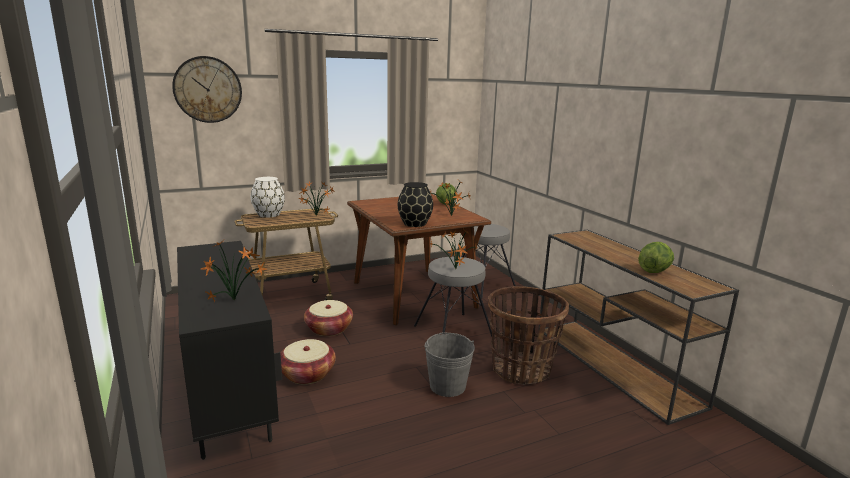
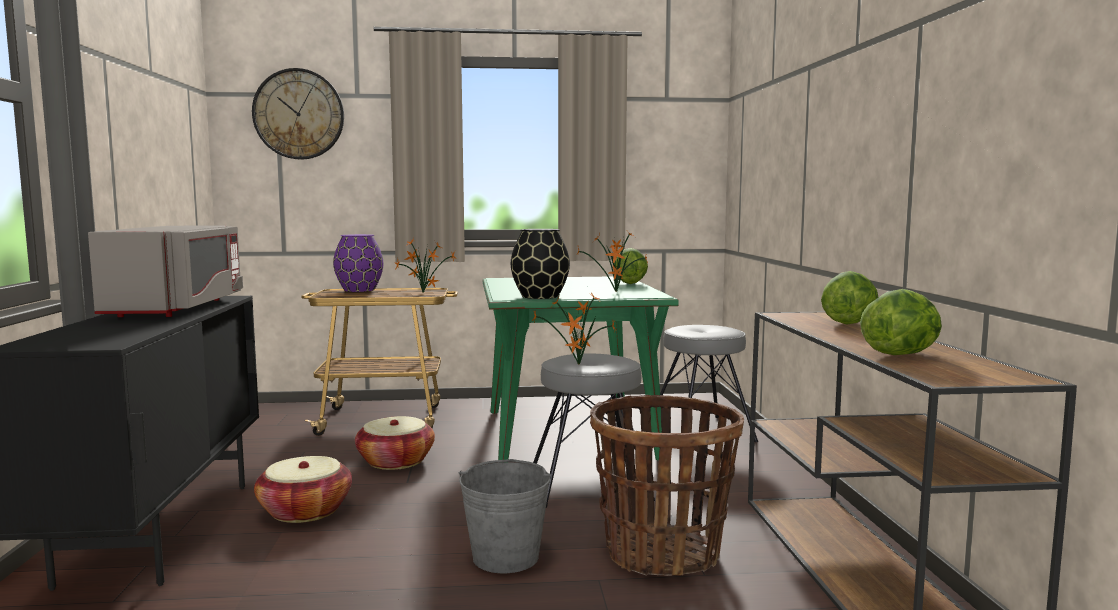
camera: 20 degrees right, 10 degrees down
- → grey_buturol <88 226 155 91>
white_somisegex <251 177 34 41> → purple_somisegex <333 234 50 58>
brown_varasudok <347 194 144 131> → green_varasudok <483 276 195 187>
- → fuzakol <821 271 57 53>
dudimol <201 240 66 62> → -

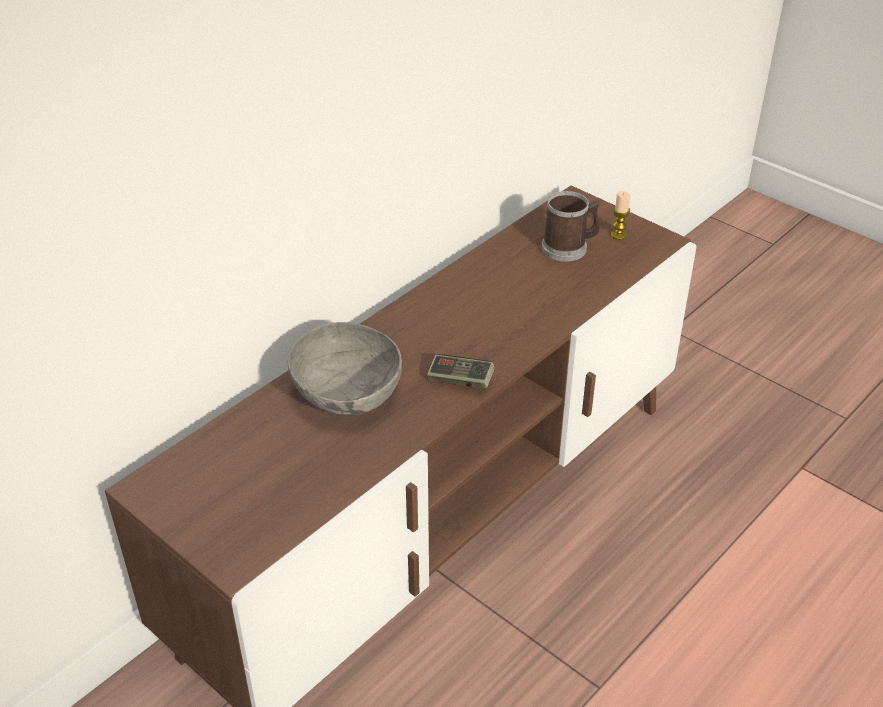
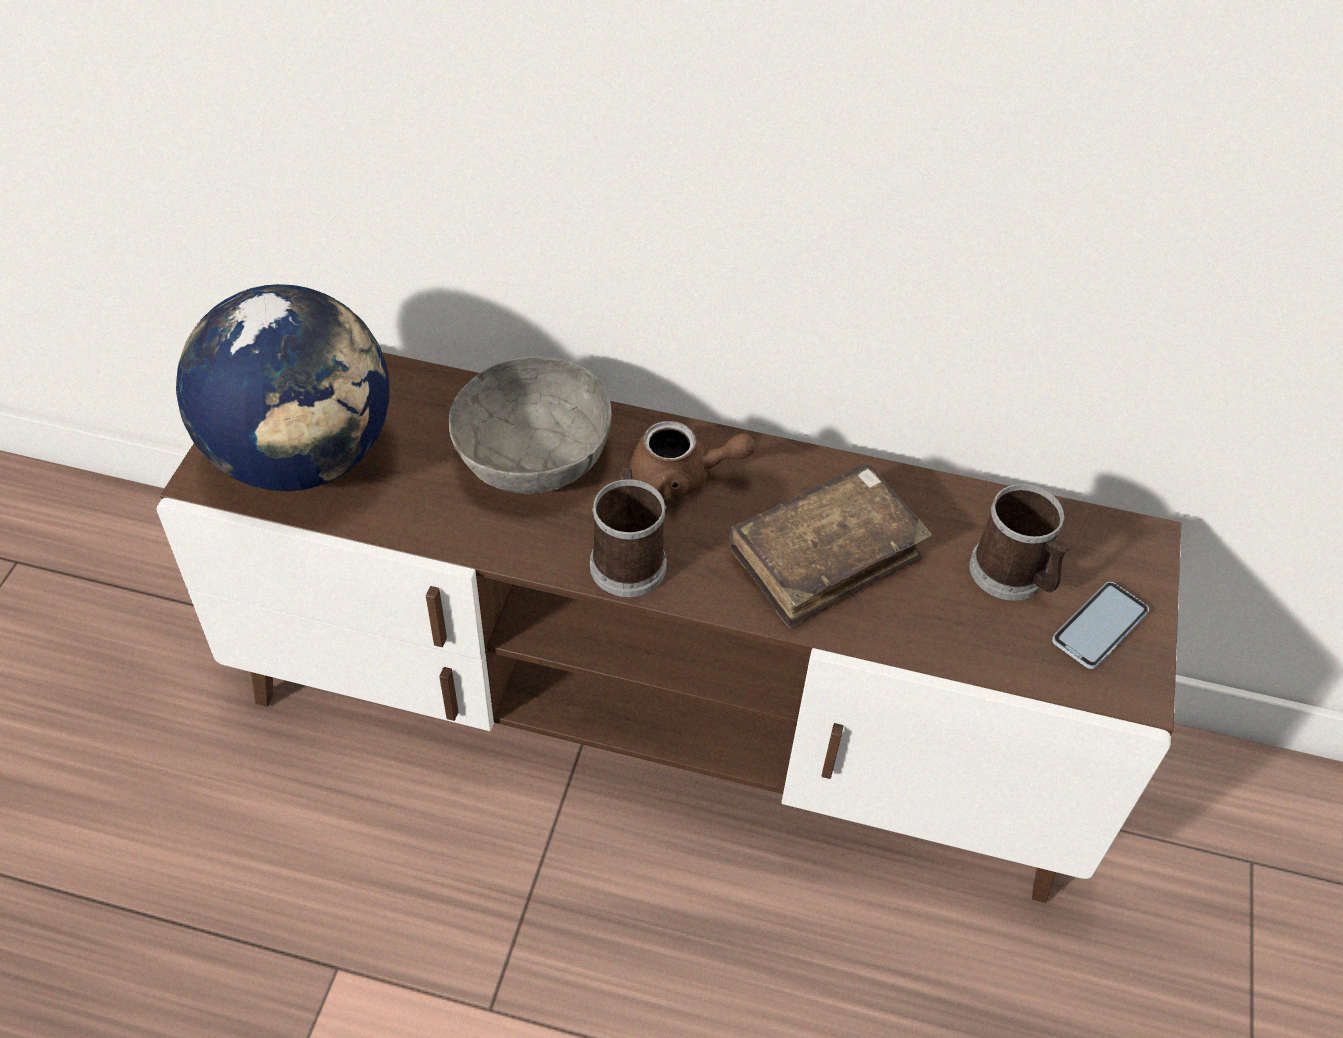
camera: 60 degrees right, 10 degrees up
- → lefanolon <176 284 214 207>
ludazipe <427 354 68 35> → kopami <590 467 77 130>
- → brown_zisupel <628 421 127 79>
- → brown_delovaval <730 464 202 164>
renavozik <610 191 20 49> → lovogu <1052 582 97 87>

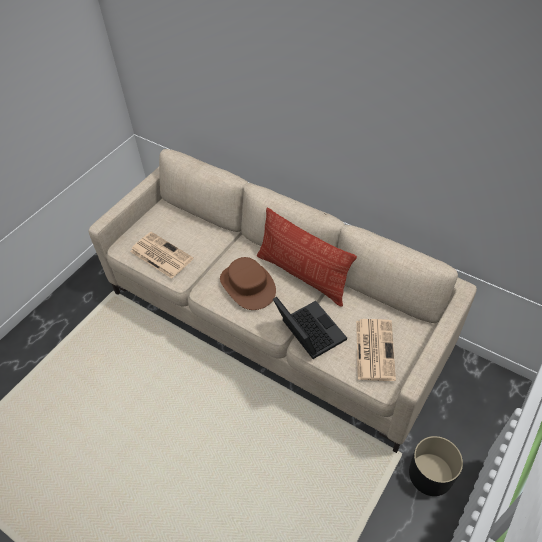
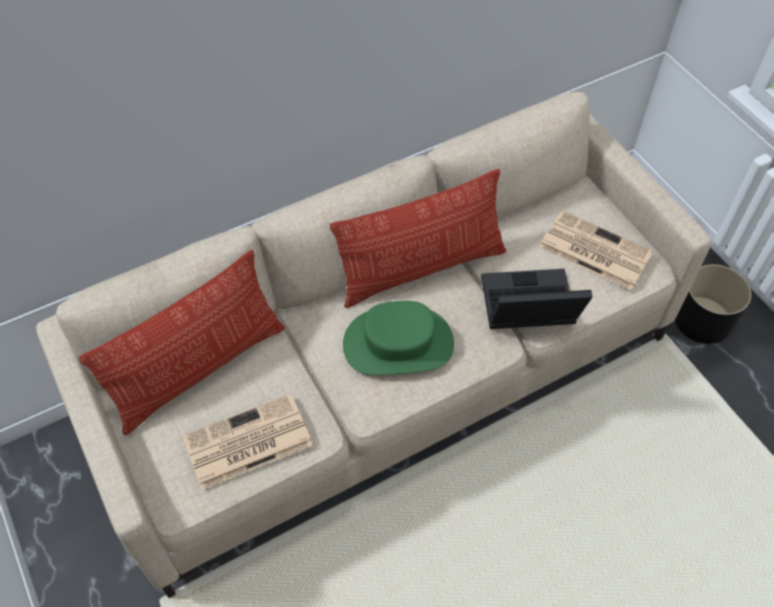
camera: 65 degrees left, 5 degrees up
- → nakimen <79 250 206 185>
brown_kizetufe <220 257 56 53> → green_kizetufe <343 301 111 74>

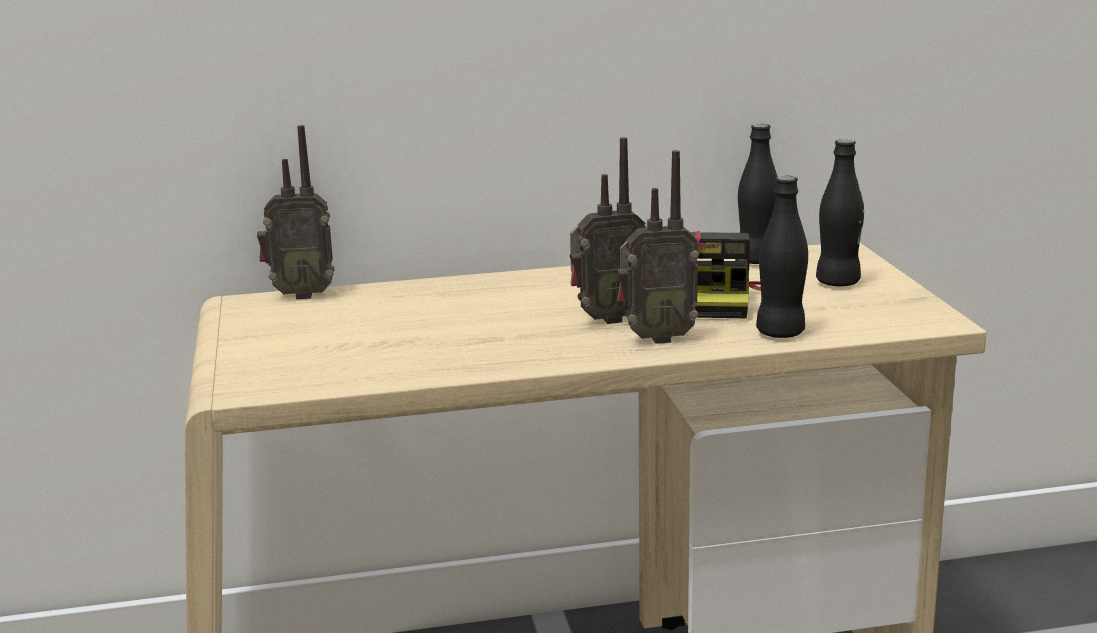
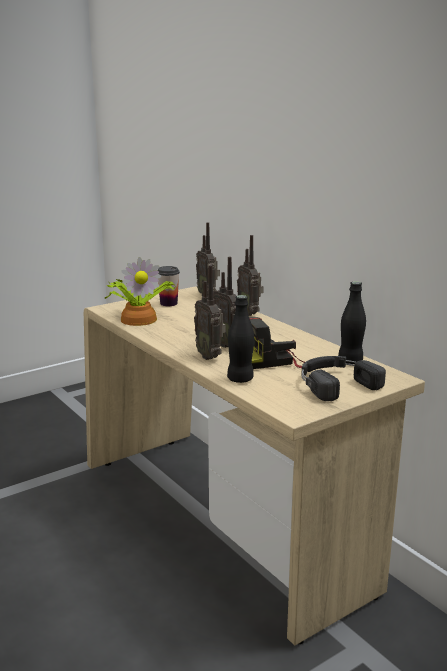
camera: 65 degrees right, 0 degrees up
- → dudimol <105 257 71 69>
- → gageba <157 266 23 40>
- → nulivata <237 235 27 81>
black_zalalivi <816 139 48 147> → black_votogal <301 356 85 45>

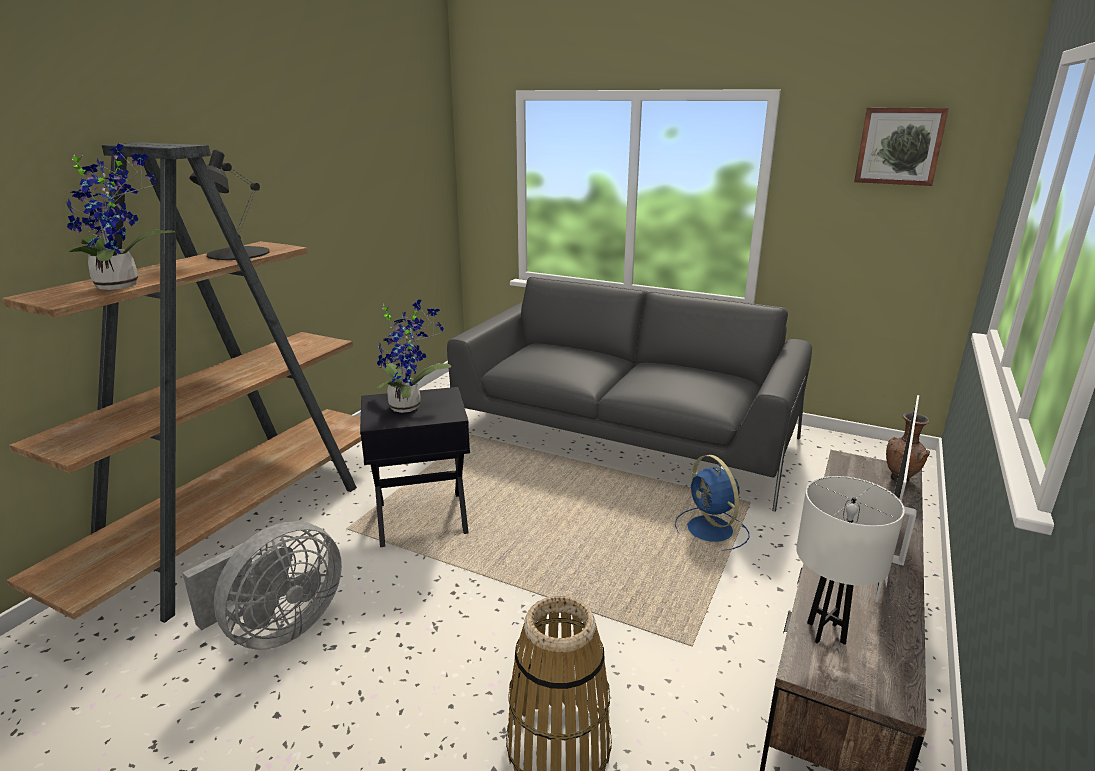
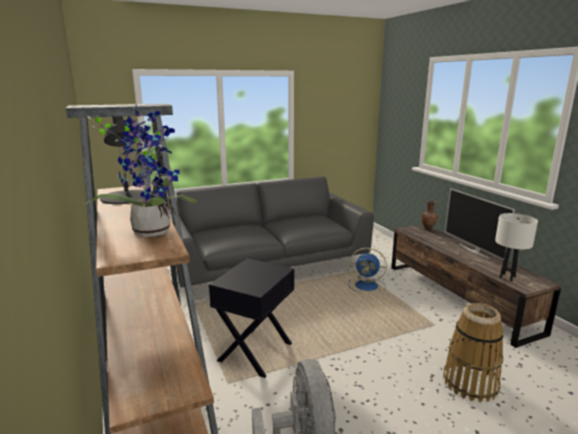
camera: 50 degrees left, 5 degrees down
dudimol <376 299 75 114> → -
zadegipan <854 108 95 78> → -

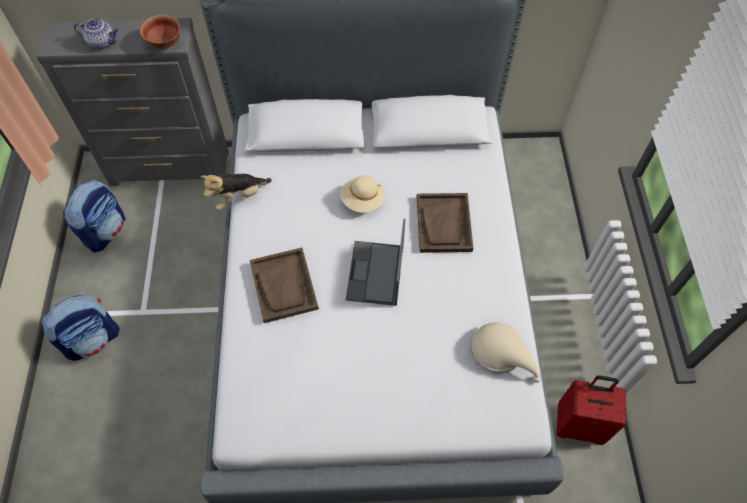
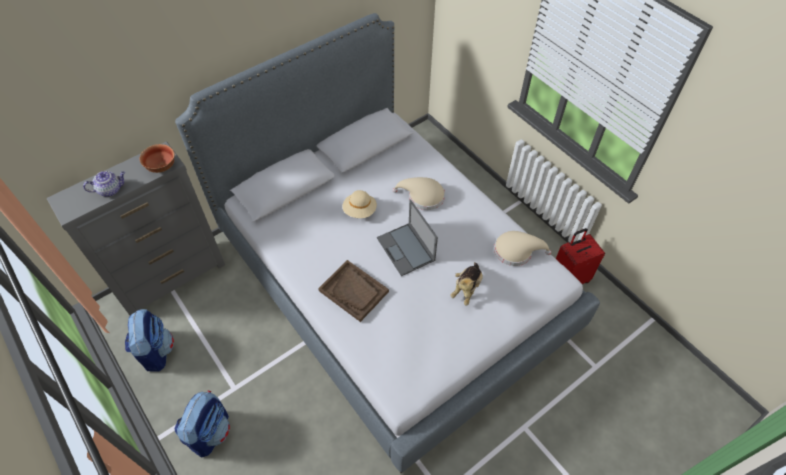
camera: 35 degrees left, 5 degrees down
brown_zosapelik <416 193 57 60> → beige_kizetufe <392 177 53 33>
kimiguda <200 174 72 36> → kimiguda <451 262 32 44>, shifted

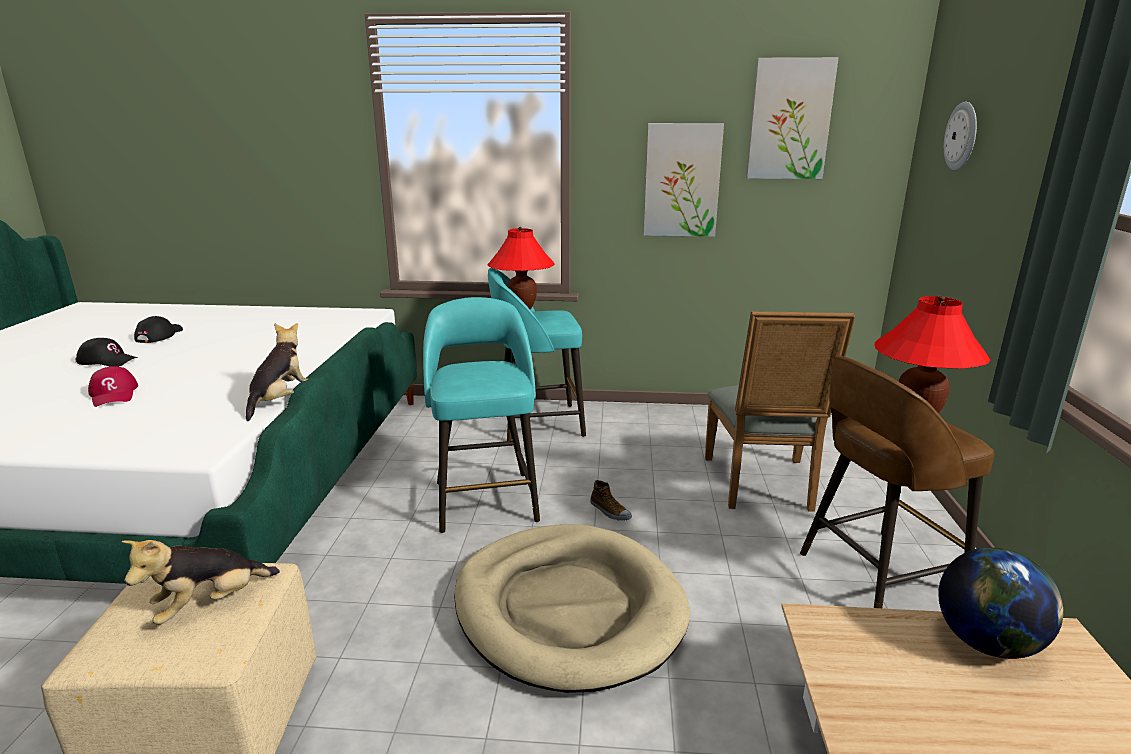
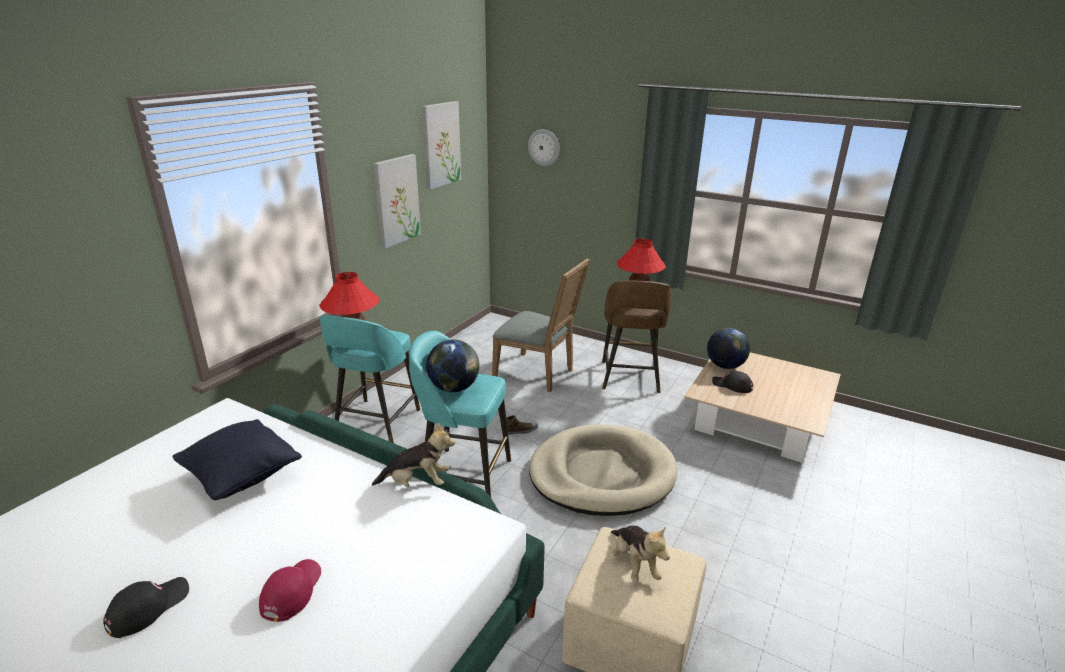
camera: 65 degrees left, 5 degrees up
- → black_nakimen <172 419 130 81>
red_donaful <88 366 50 41> → red_donaful <259 559 62 63>, 75 degrees counterclockwise
kimiguda <246 323 62 98> → kimiguda <372 422 83 65>, 135 degrees clockwise
- → lefanolon <426 339 54 53>
black_donaful <134 316 49 27> → black_donaful <712 371 42 22>, shifted

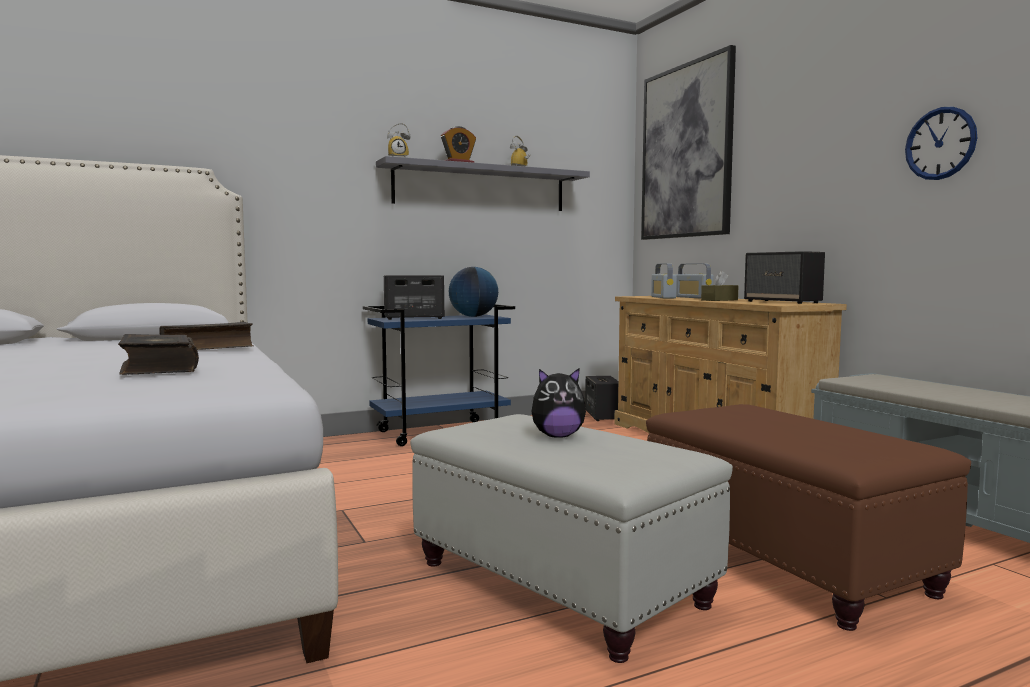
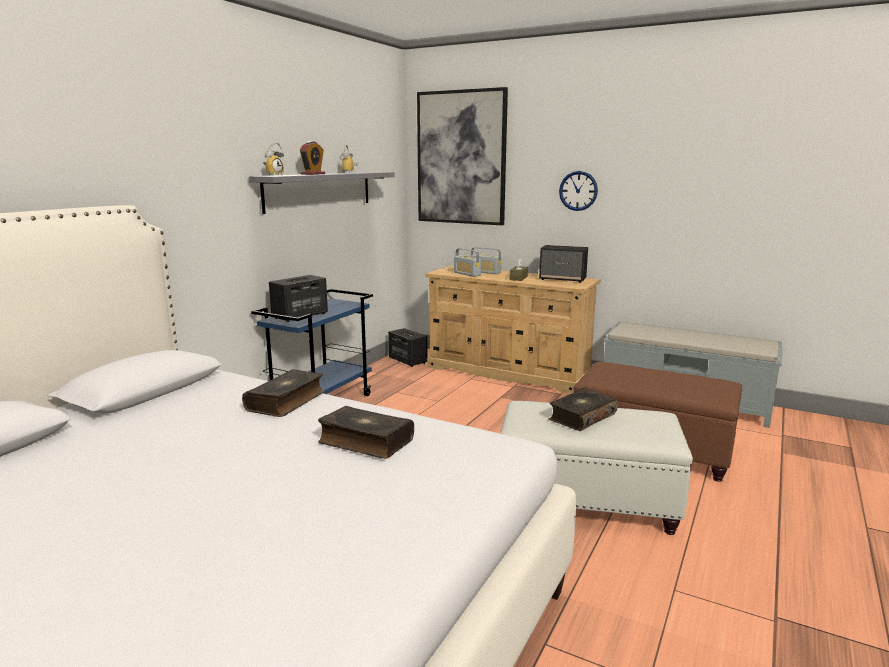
camera: 35 degrees left, 10 degrees up
kimiguda <532 368 54 70> → delovaval <549 387 69 44>
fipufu <905 107 72 73> → fipufu <559 171 39 40>, shifted
lefanolon <449 267 49 50> → -

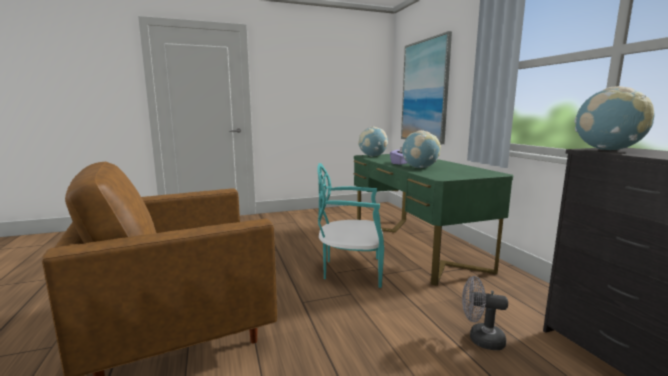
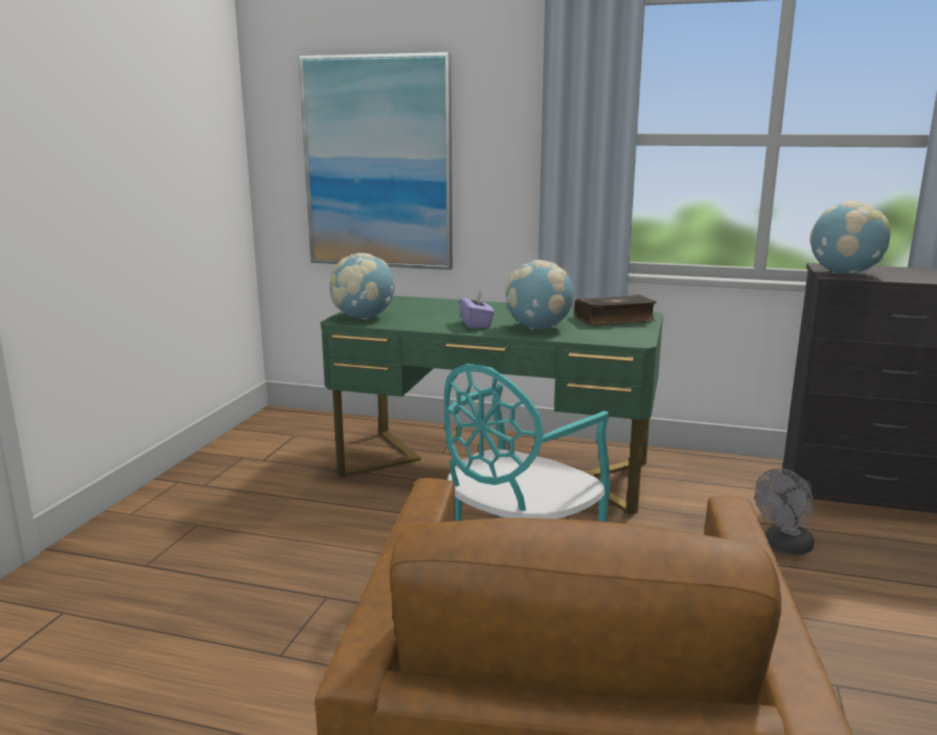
camera: 55 degrees left, 5 degrees up
- → delovaval <574 295 83 31>

